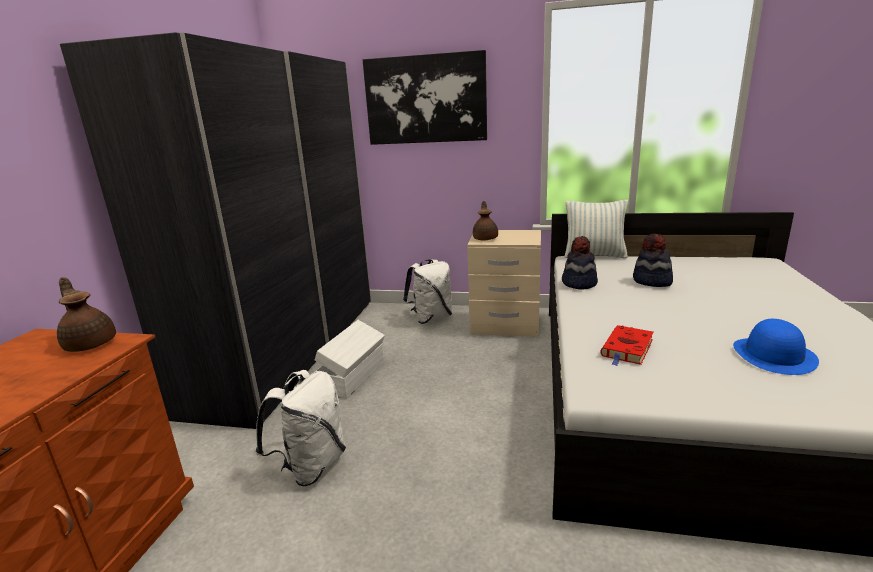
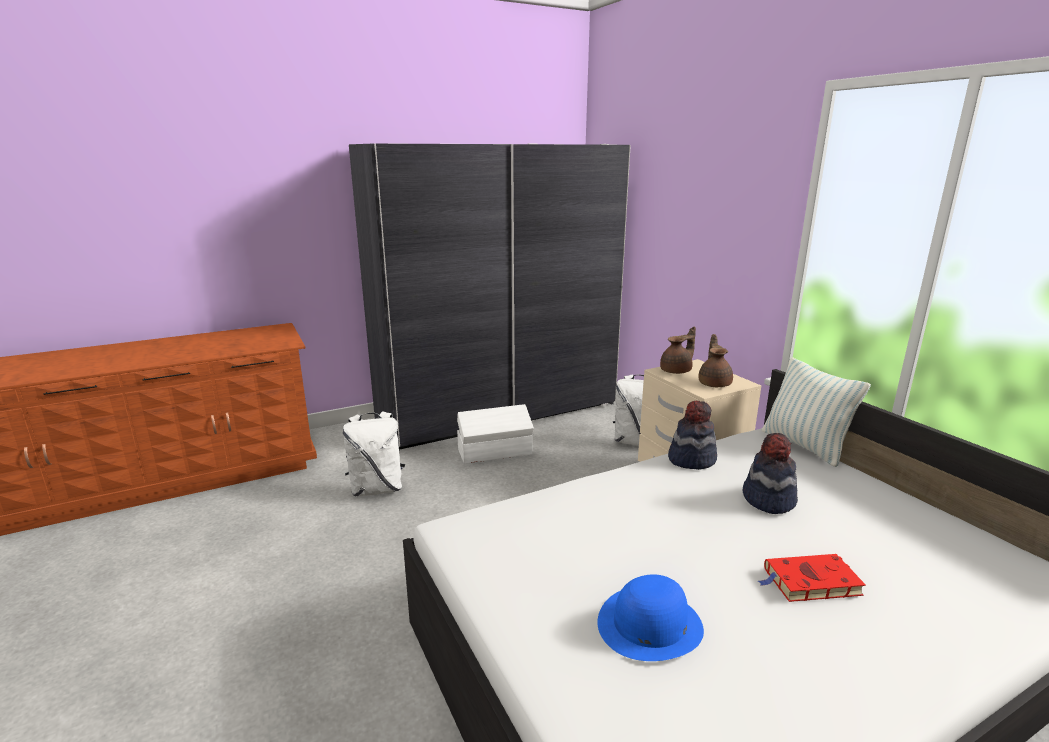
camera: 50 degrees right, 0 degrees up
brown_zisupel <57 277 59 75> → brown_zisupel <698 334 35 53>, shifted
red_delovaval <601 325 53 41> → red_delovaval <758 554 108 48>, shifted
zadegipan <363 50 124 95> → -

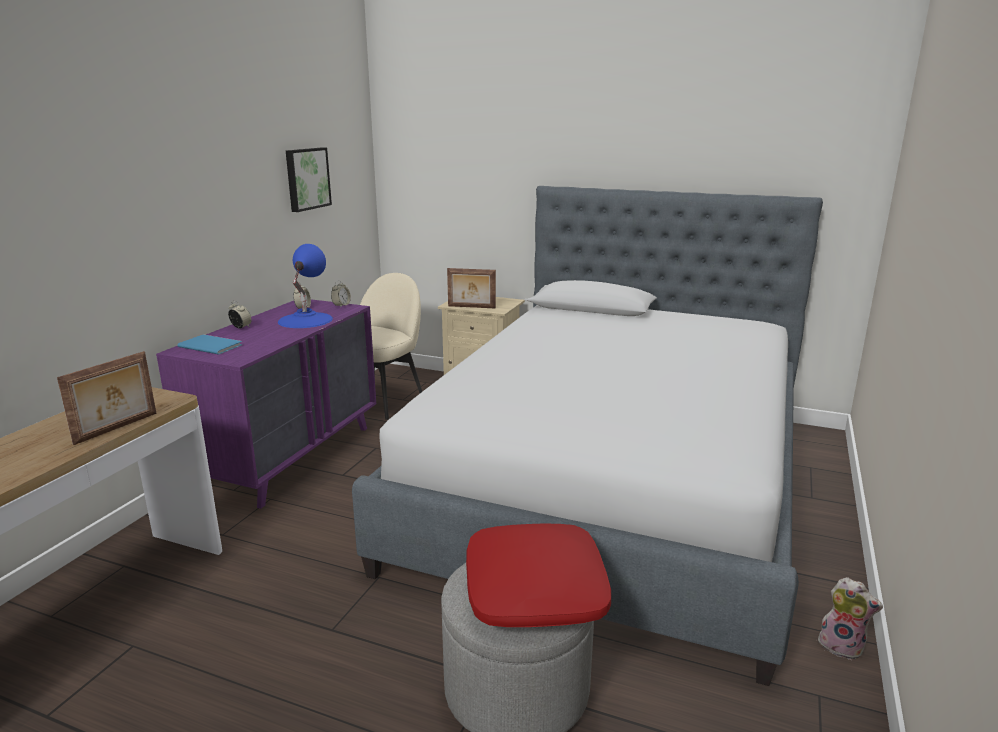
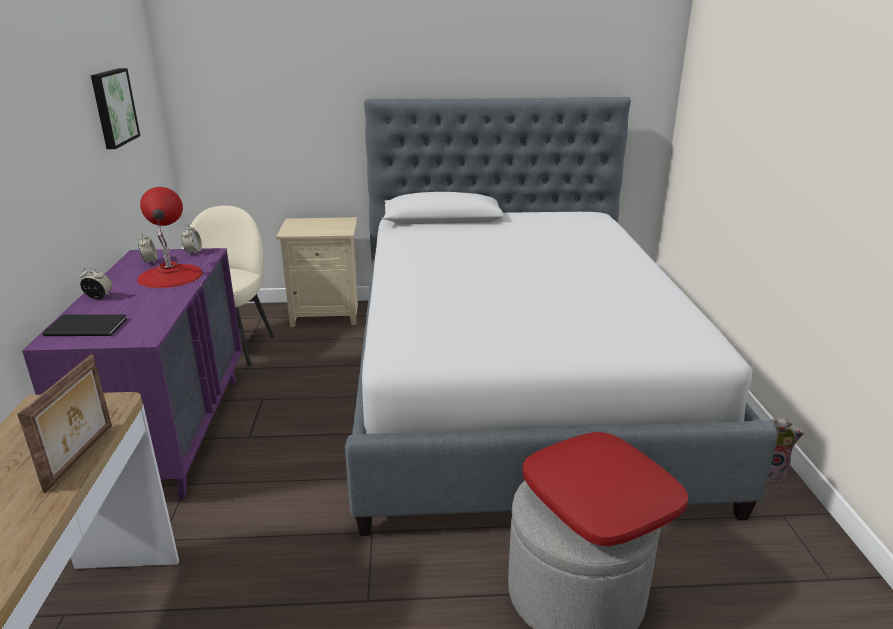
camera: 25 degrees left, 5 degrees up
blue_delovaval <177 335 65 19> → black_delovaval <43 314 84 22>
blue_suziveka <278 244 55 84> → red_suziveka <137 187 66 101>
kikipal <447 268 49 41> → -

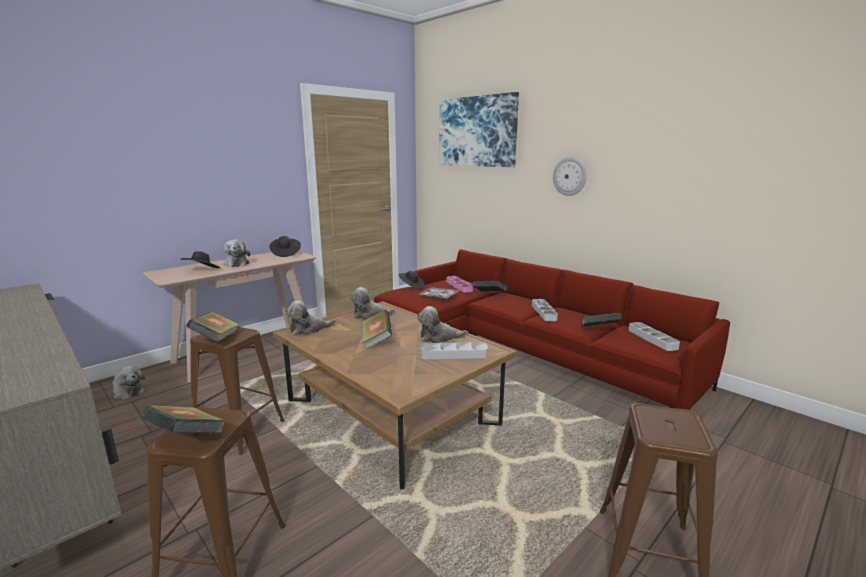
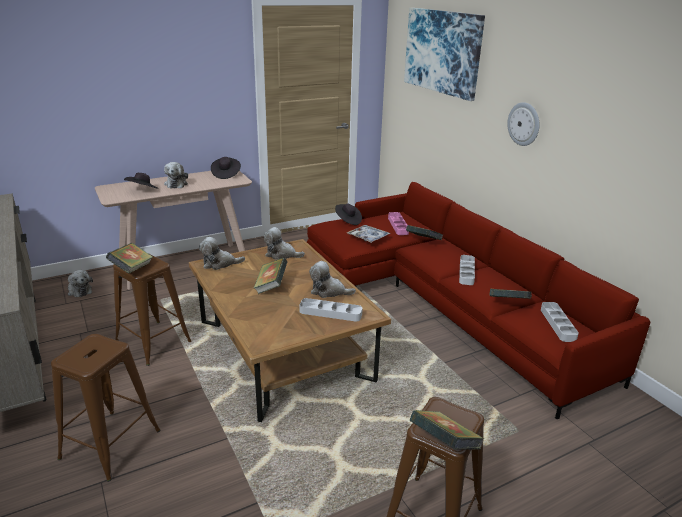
camera: 15 degrees right, 10 degrees up
delovaval <142 405 84 29> → delovaval <409 410 75 40>, shifted

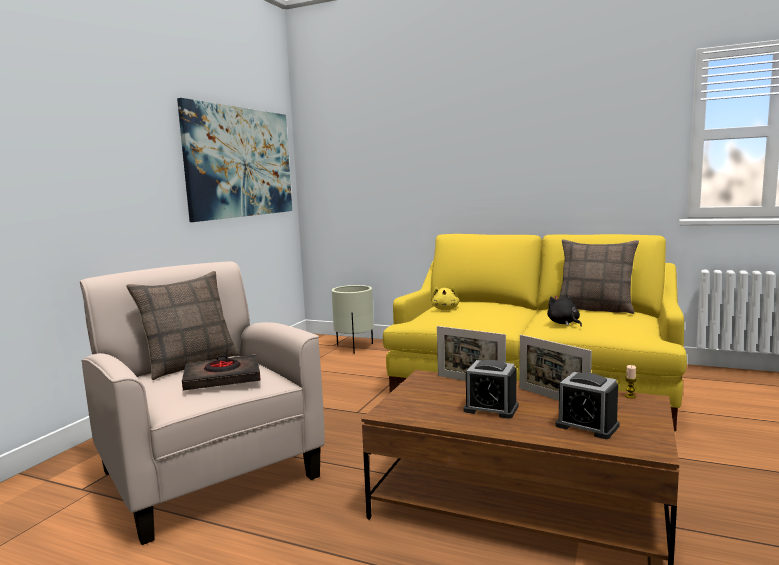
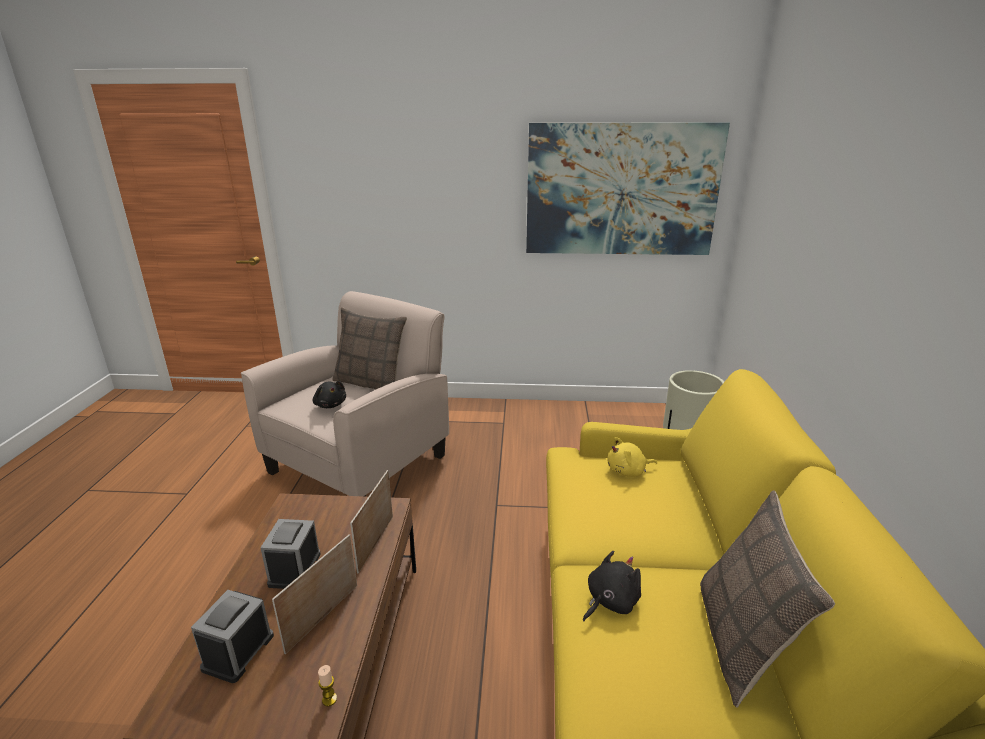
camera: 70 degrees right, 15 degrees up
black_delovaval <182 354 79 36> → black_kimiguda <313 381 33 27>

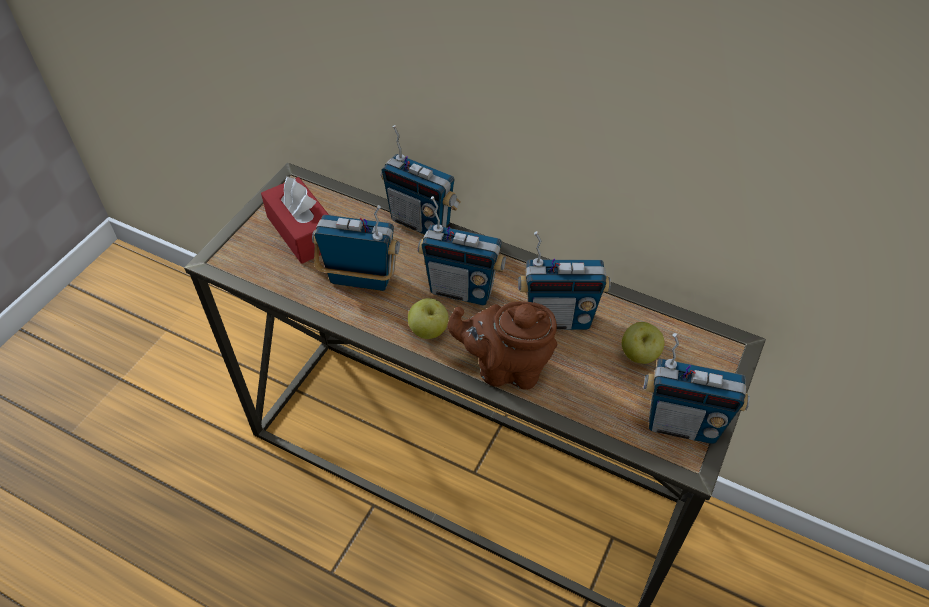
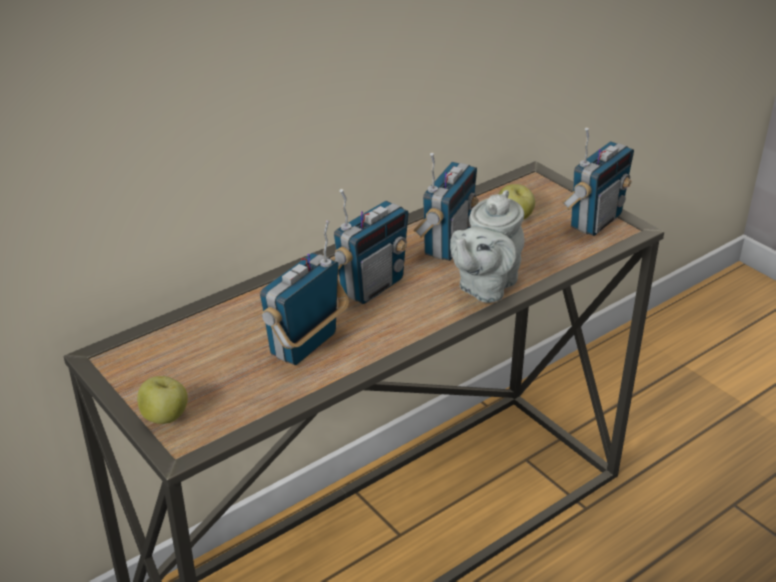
camera: 65 degrees left, 15 degrees down
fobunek <408 298 41 41> → fobunek <137 376 51 48>, shifted
brown_zisupel <448 301 109 89> → grey_zisupel <450 190 74 113>
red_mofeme <261 176 68 88> → -
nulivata <381 125 80 110> → -

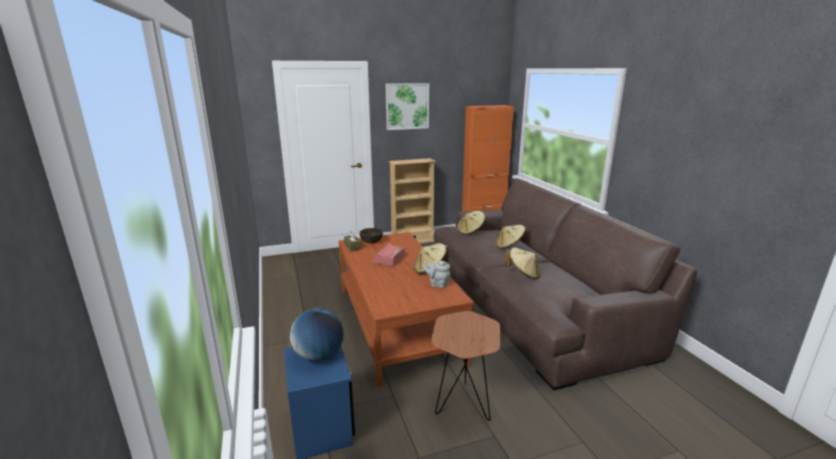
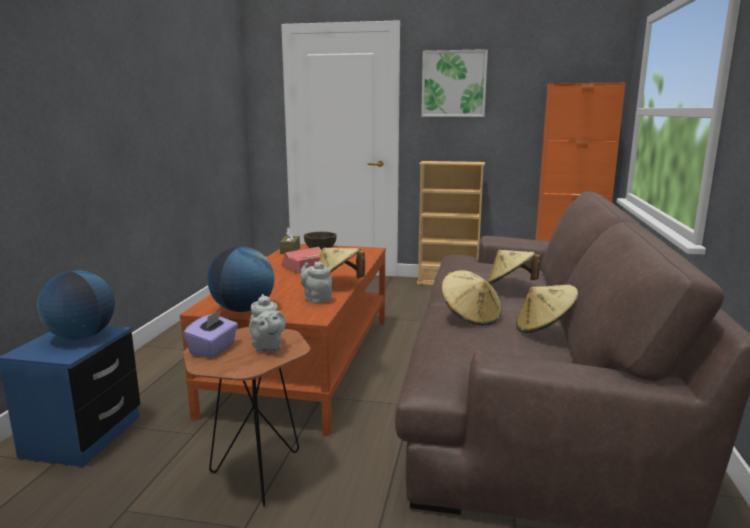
camera: 30 degrees right, 5 degrees down
- → purple_mofeme <183 309 55 49>
- → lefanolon <207 247 68 65>
- → grey_zisupel <249 294 37 58>
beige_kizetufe <457 211 28 24> → beige_kizetufe <516 285 62 49>, shifted

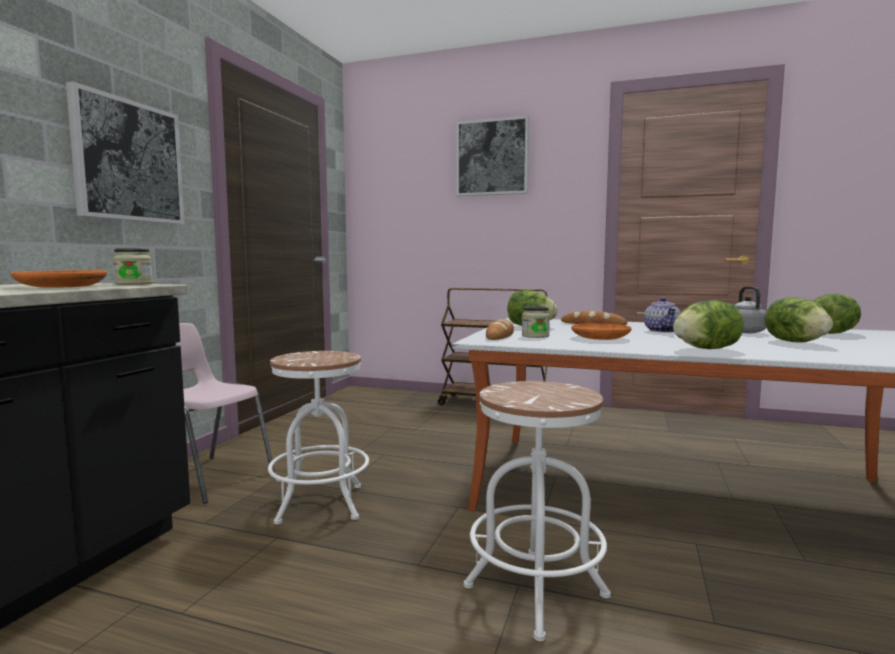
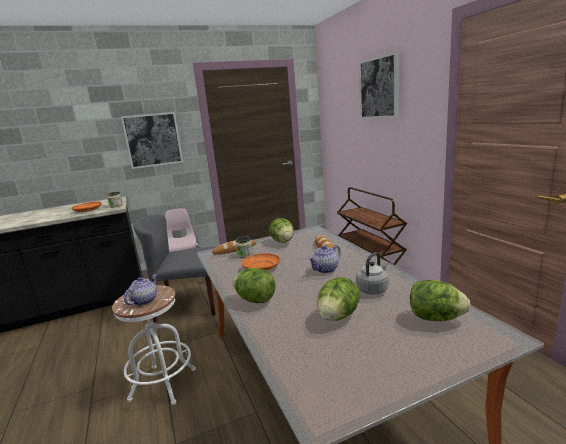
camera: 50 degrees right, 10 degrees up
- → zisupel <124 275 33 31>
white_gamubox <268 351 101 173> → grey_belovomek <133 215 83 108>

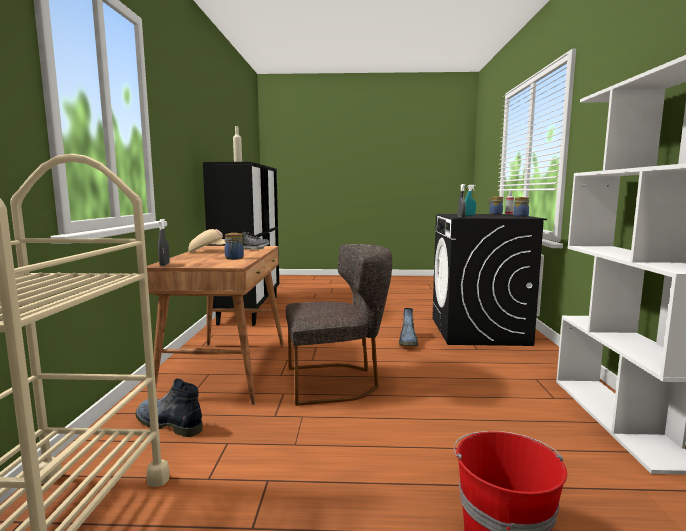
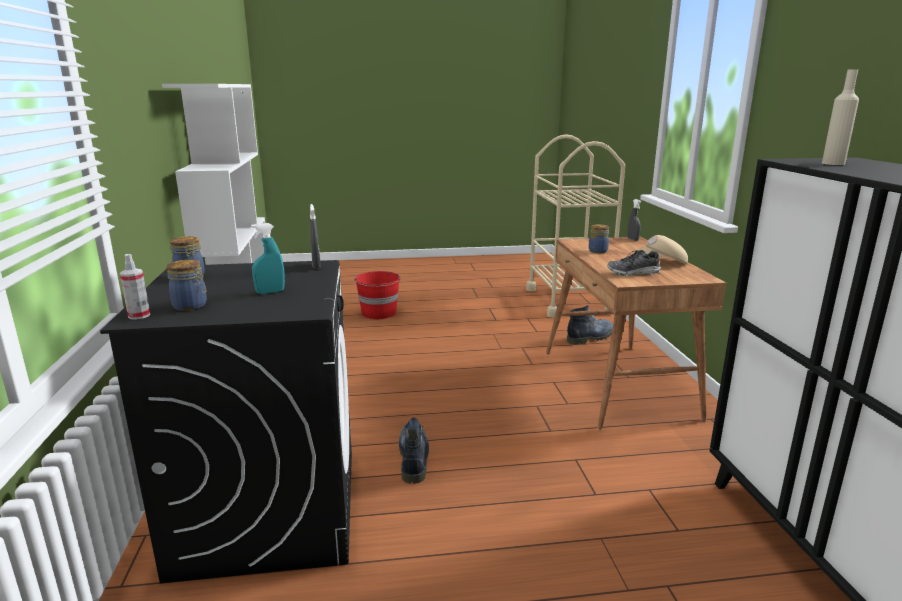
camera: 170 degrees right, 10 degrees up
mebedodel <135 379 68 58> → mebedodel <567 305 46 40>, 45 degrees counterclockwise
grey_belovomek <286 244 106 162> → -

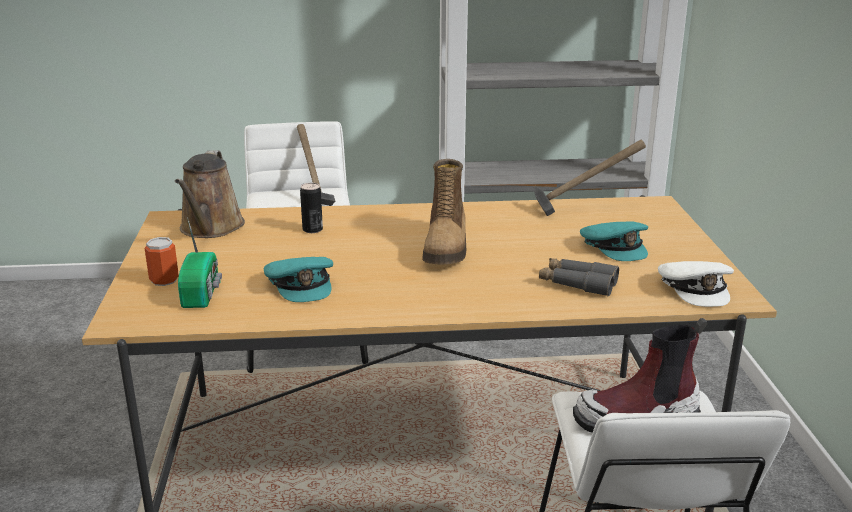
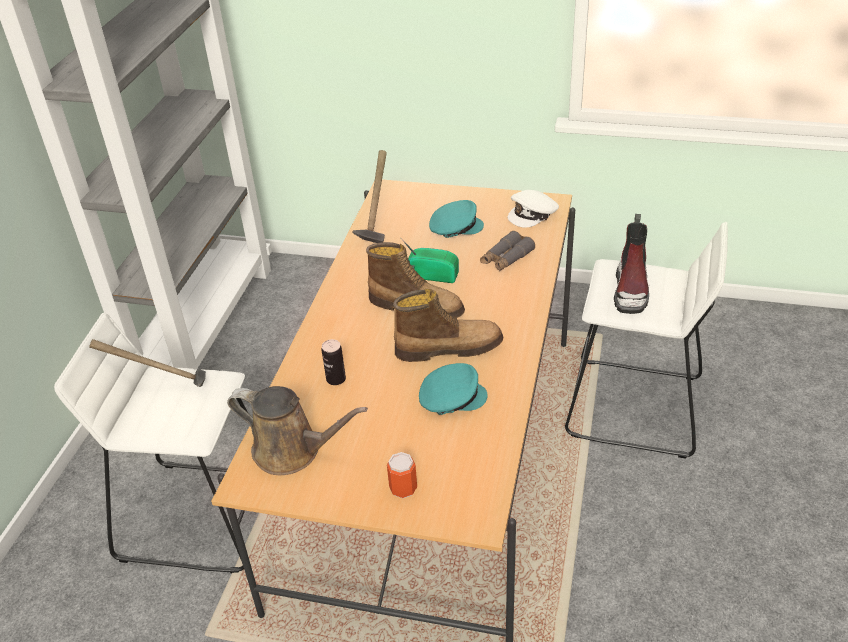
camera: 70 degrees left, 15 degrees up
- → mebedodel <393 289 110 73>
nulivata <178 217 44 91> → nulivata <400 237 59 46>, shifted
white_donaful <658 261 76 46> → white_donaful <508 190 51 38>, 135 degrees clockwise

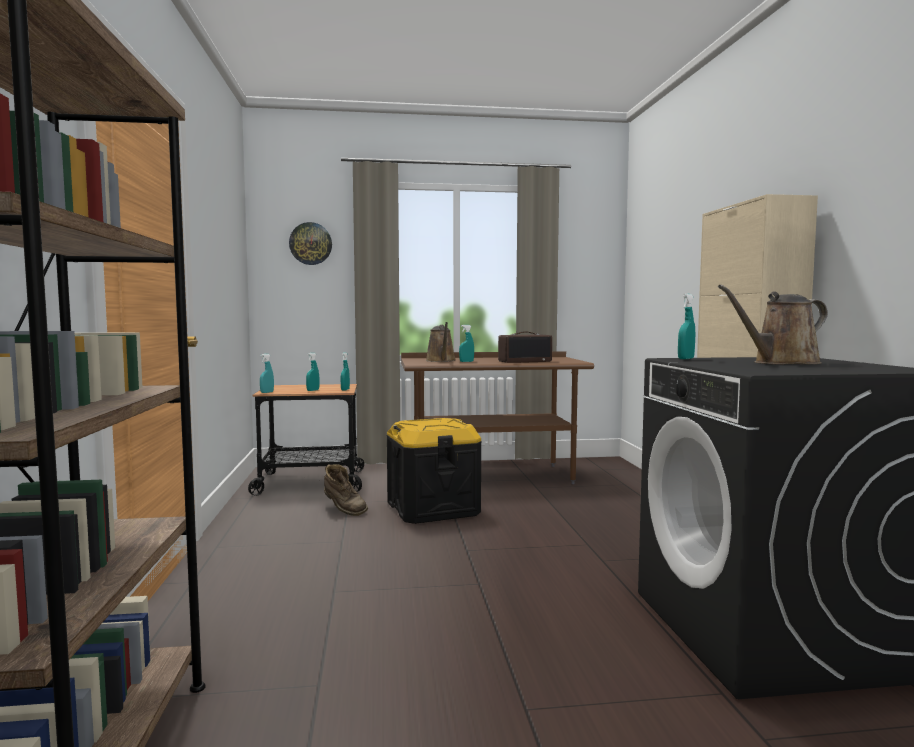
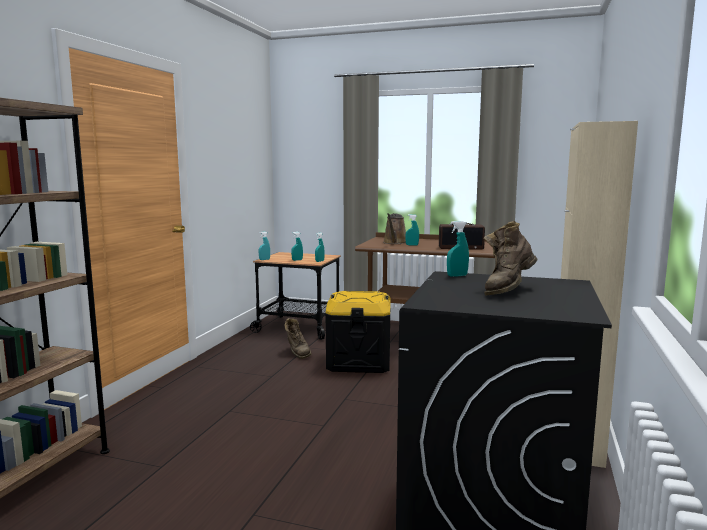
camera: 25 degrees right, 5 degrees up
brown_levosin <718 285 110 80> → brown_mebedodel <484 221 54 75>
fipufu <289 222 43 43> → -

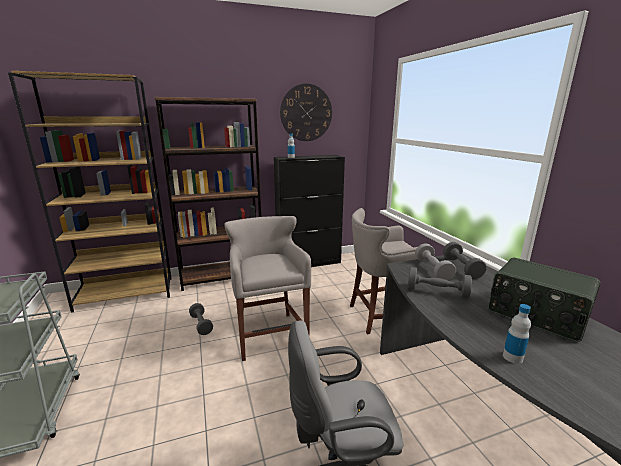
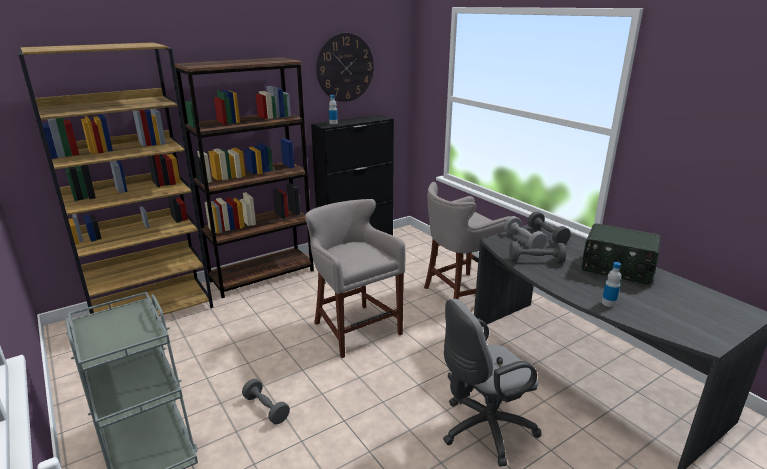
camera: 15 degrees left, 5 degrees up
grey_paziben <189 303 24 32> → grey_paziben <242 379 48 45>, shifted

